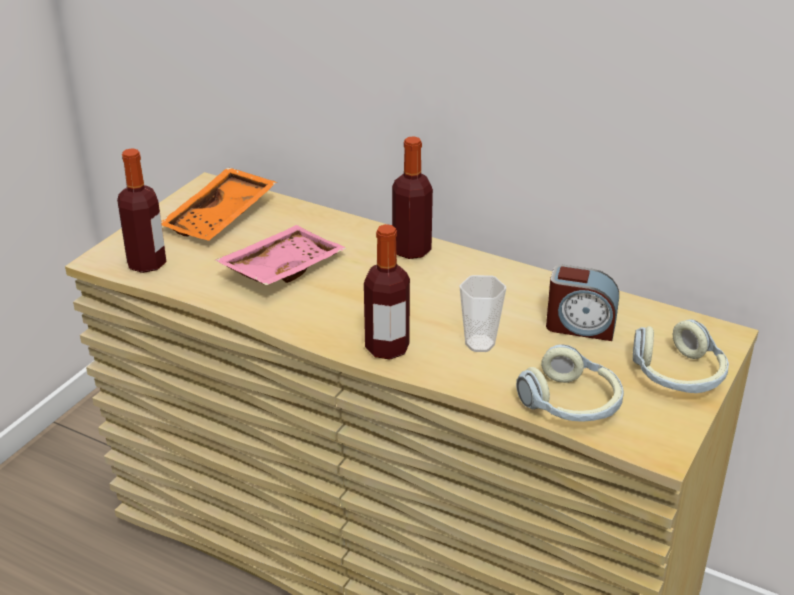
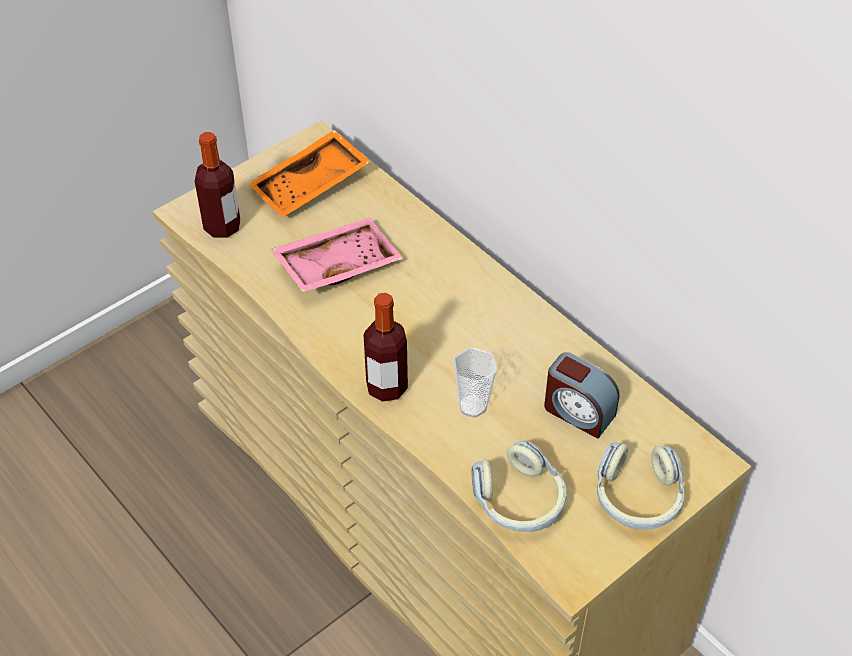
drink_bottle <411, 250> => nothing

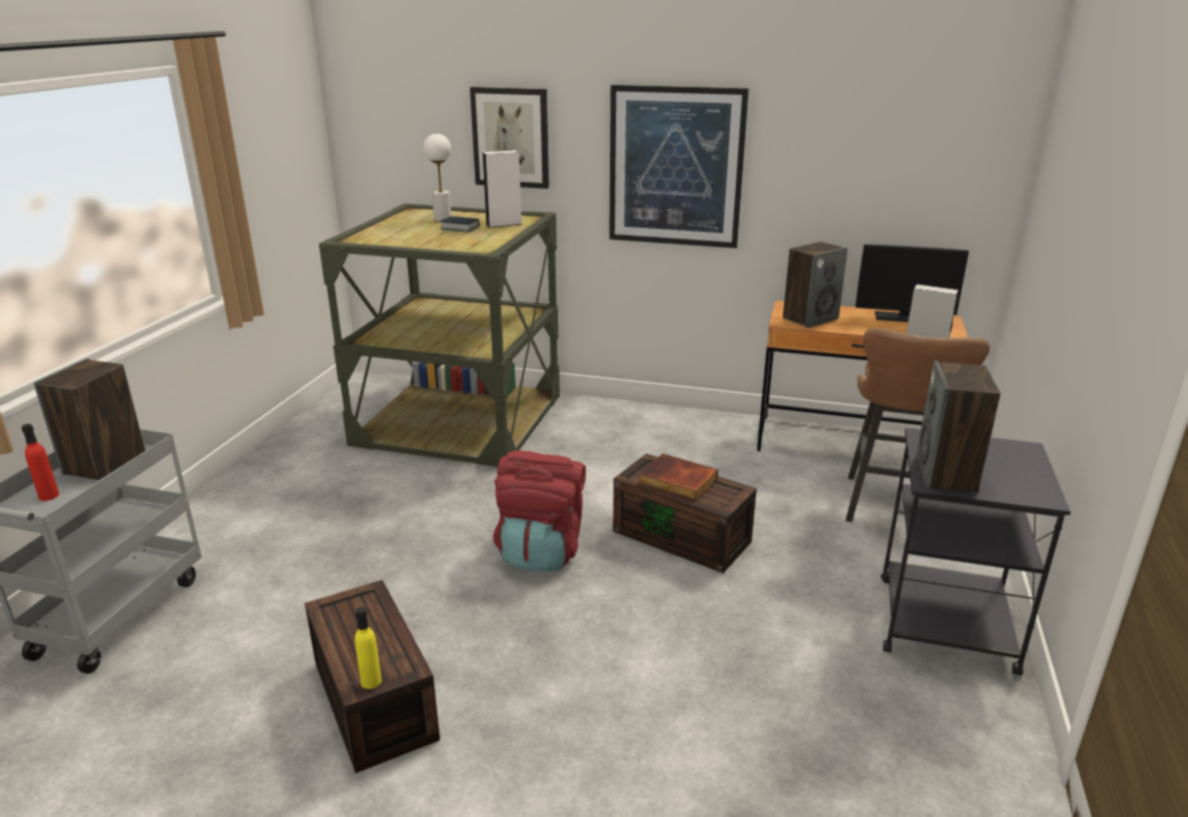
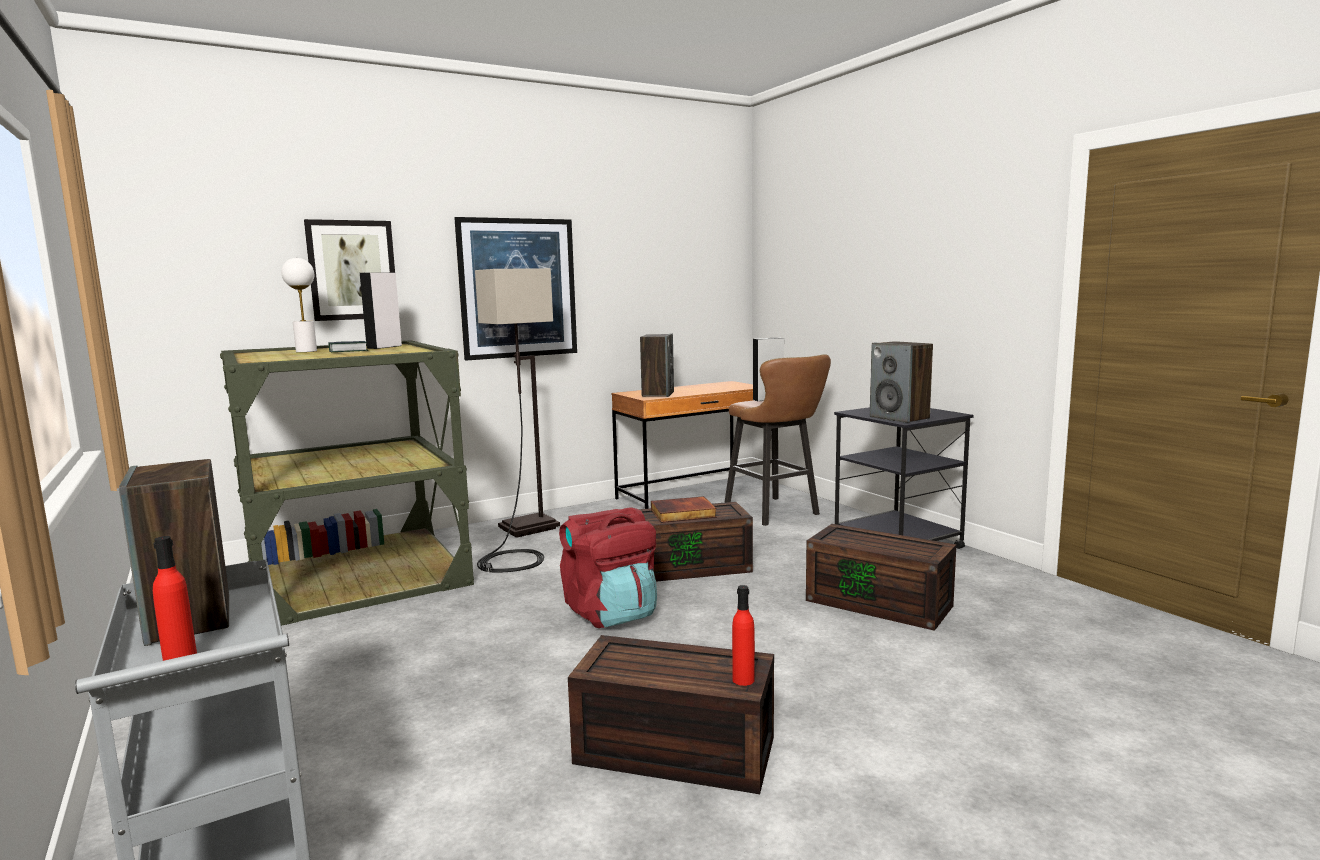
computer_screen <903, 317> => nothing
nothing => standard_lamp <518, 545>
nothing => brownish_storage_bin <881, 603>
yellow_drink_bottle <371, 681> => red_drink_bottle <743, 680>

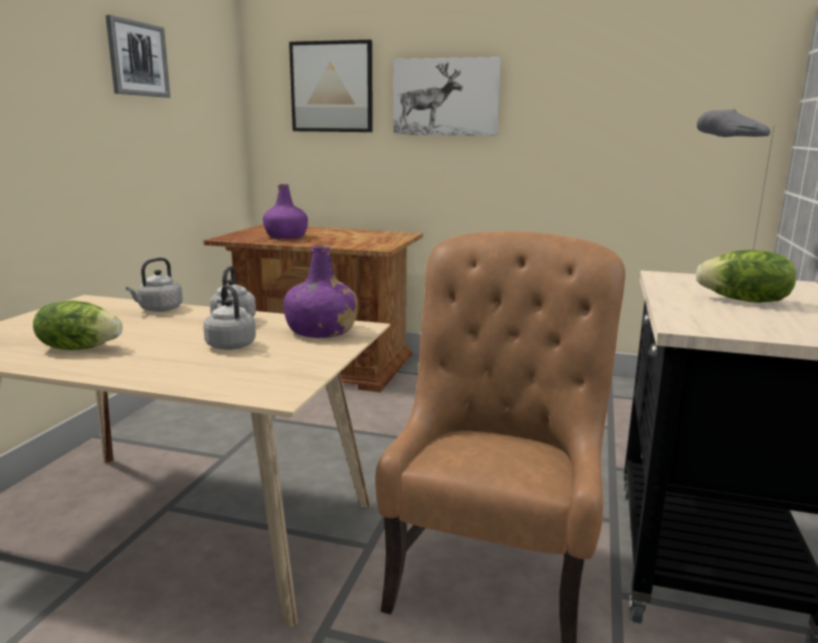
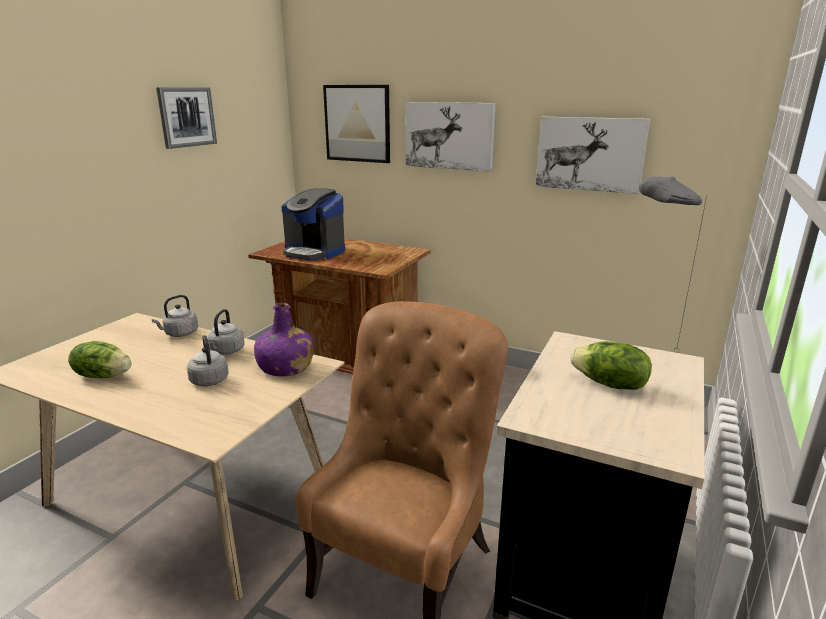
nothing => picture <590, 154>
purple_drink_bottle <286, 237> => coffee_maker <314, 252>

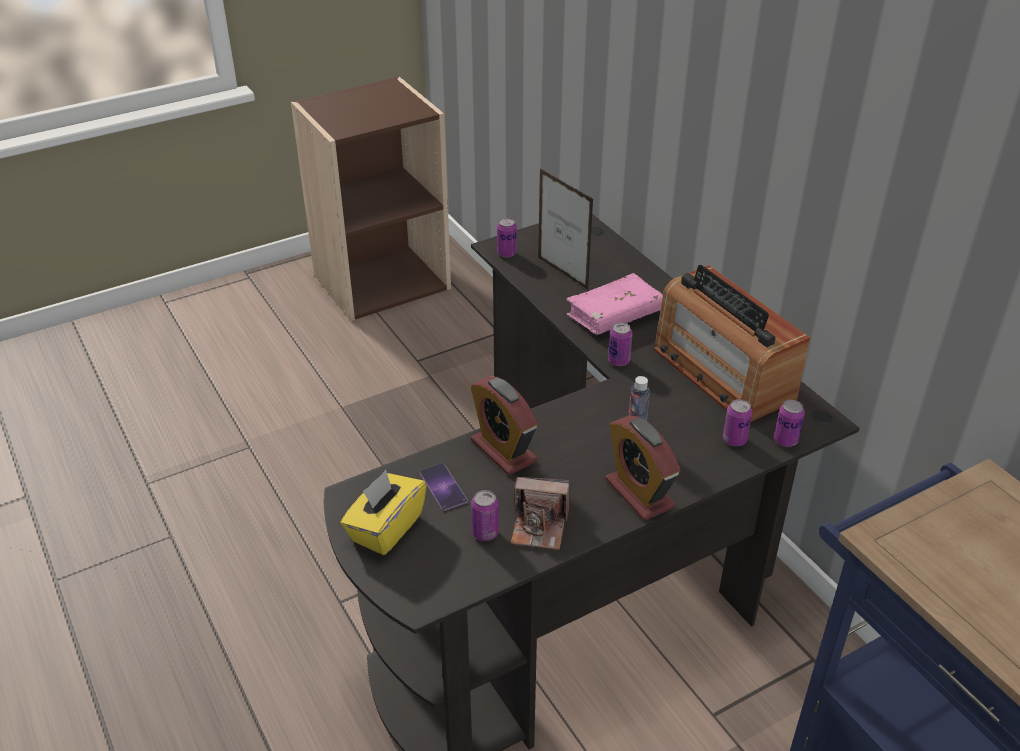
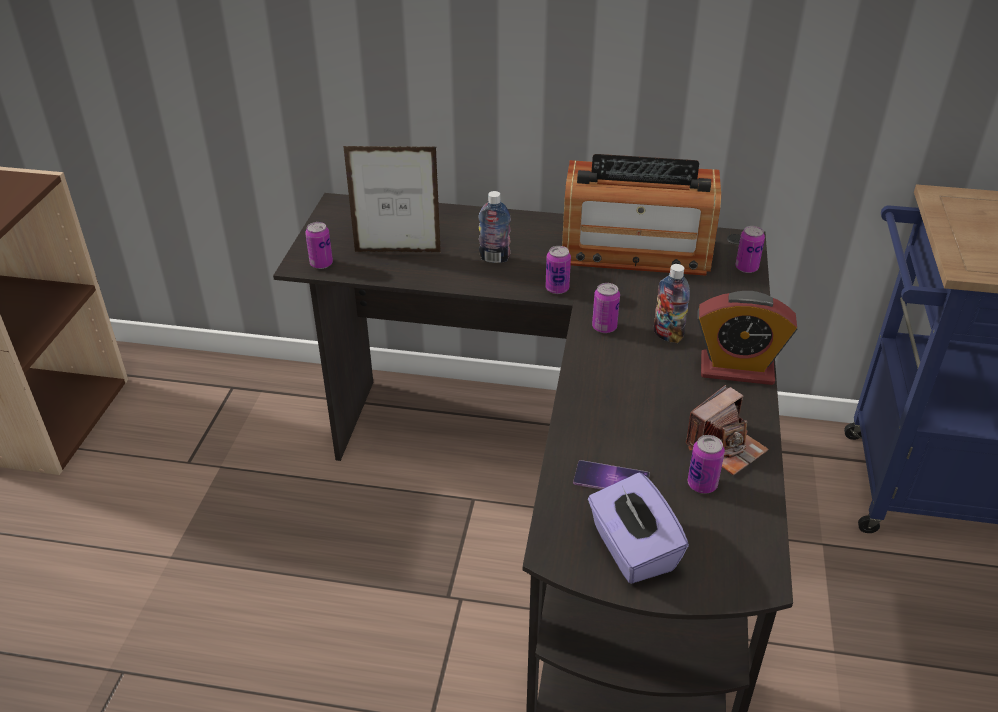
table_clock <503, 451> => nothing
can <734, 440> => can <604, 327>, relocated
pink_book <615, 315> => drink_bottle <494, 258>
yellow_tissue_box <385, 528> => purple_tissue_box <632, 549>

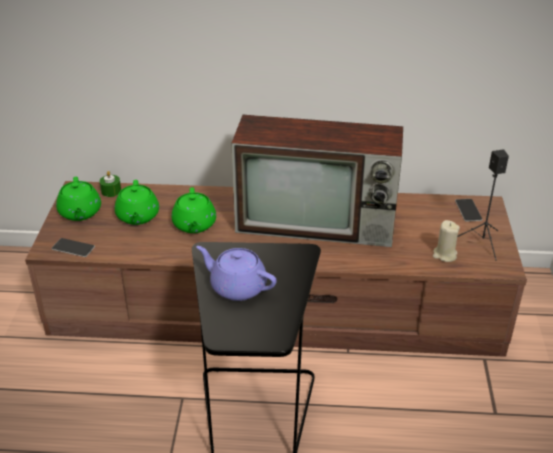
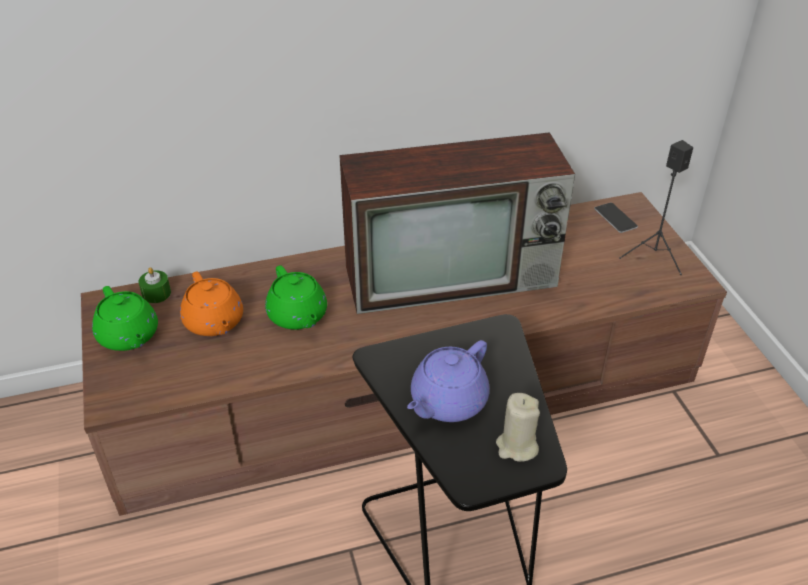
telephone <73, 248> => nothing
sand-coloured_wax_candle <444, 255> => sand-coloured_wax_candle <516, 446>, relocated
green_teapot <137, 216> => orange_teapot <214, 322>
purple_teapot <237, 287> => purple_teapot <447, 402>, 60 degrees counterclockwise

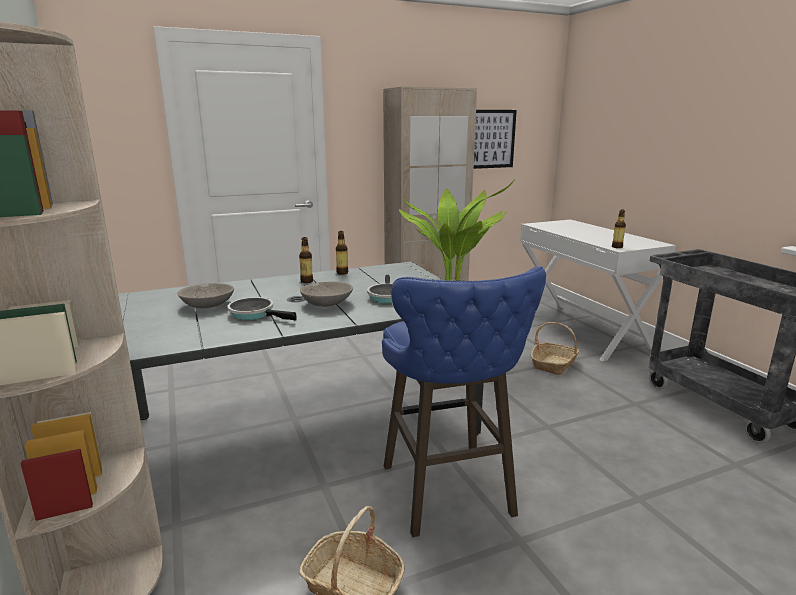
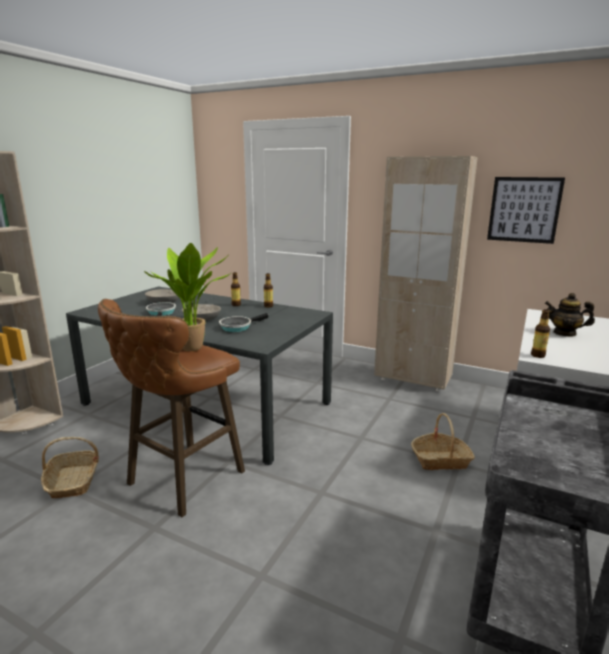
nothing => teapot <565, 333>
bluish_stool <449, 494> => brownish_stool <182, 480>

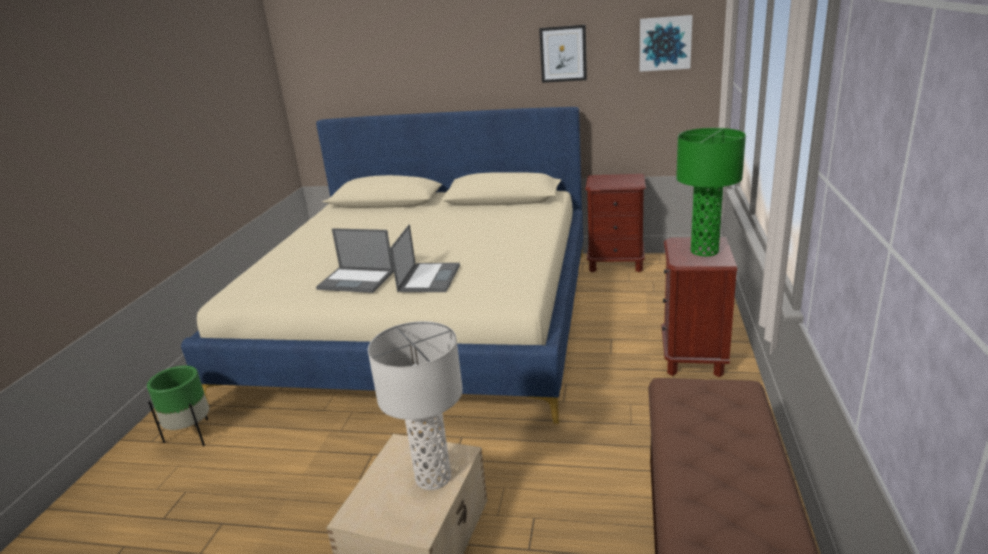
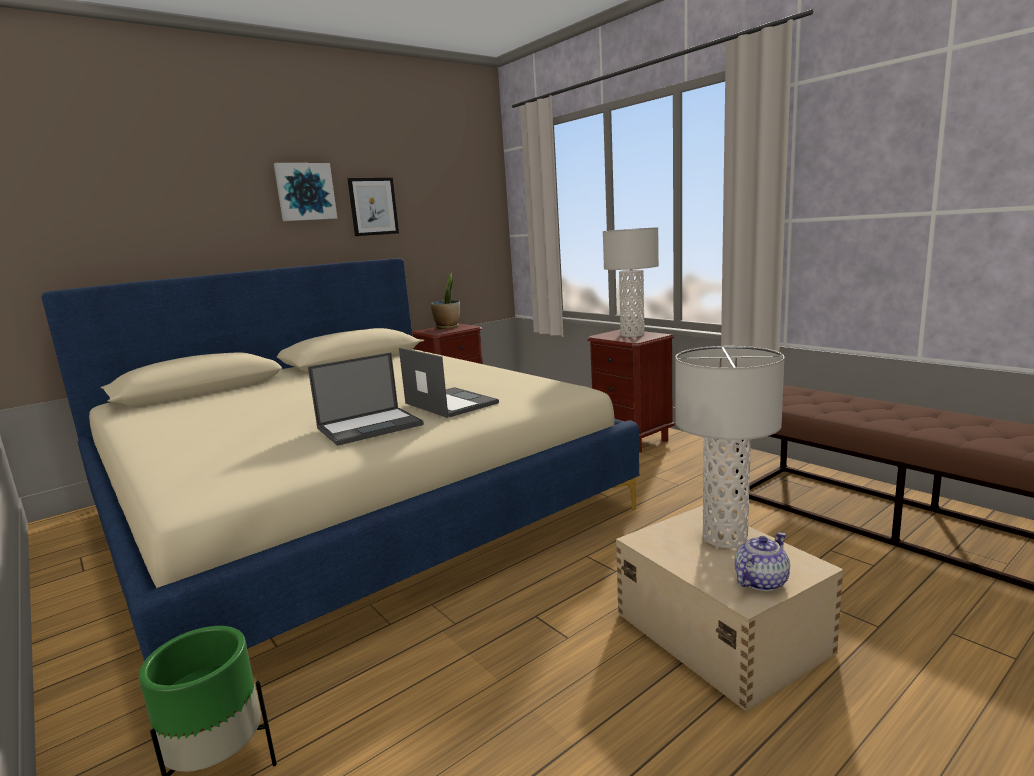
nothing => plant_in_a_pot <447, 327>
nothing => teapot <760, 581>
picture <665, 43> => picture <305, 192>, relocated
green_tabletop_lamp <704, 251> => white_tabletop_lamp <632, 334>

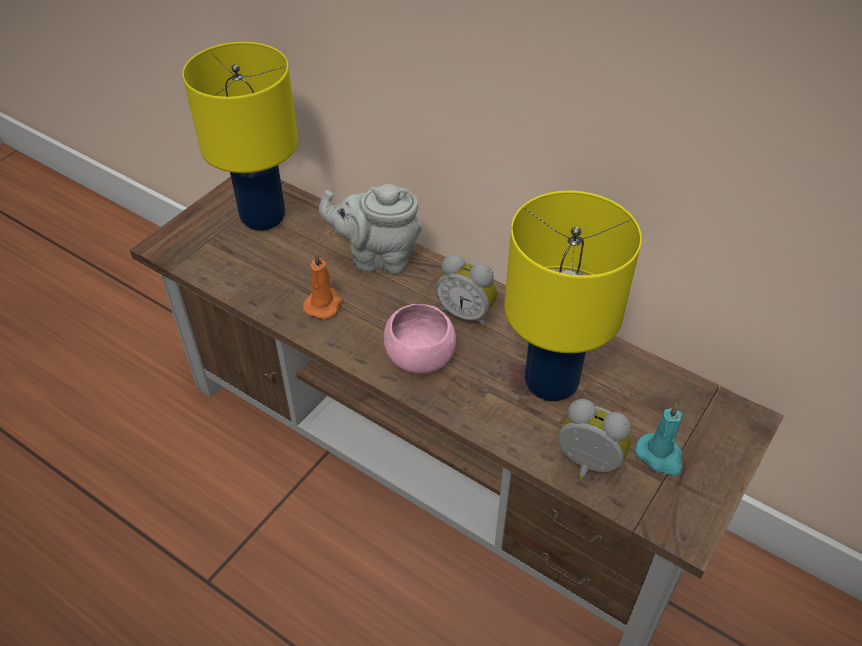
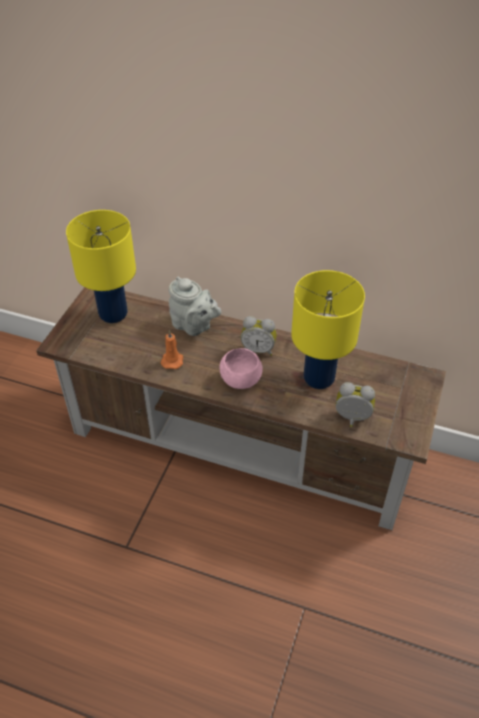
turquoise_wax_candle <660, 456> => nothing
gray_teapot <378, 258> => gray_teapot <194, 326>, 135 degrees counterclockwise

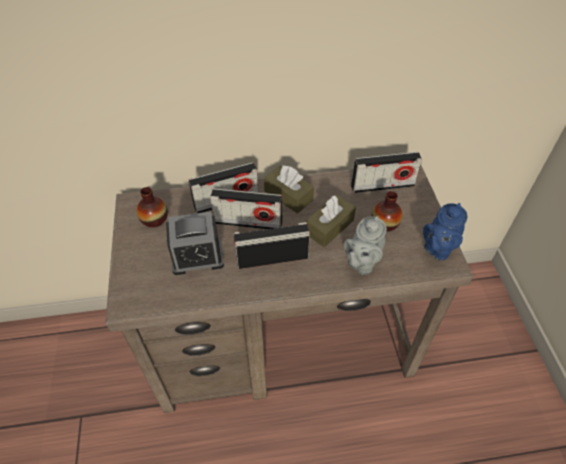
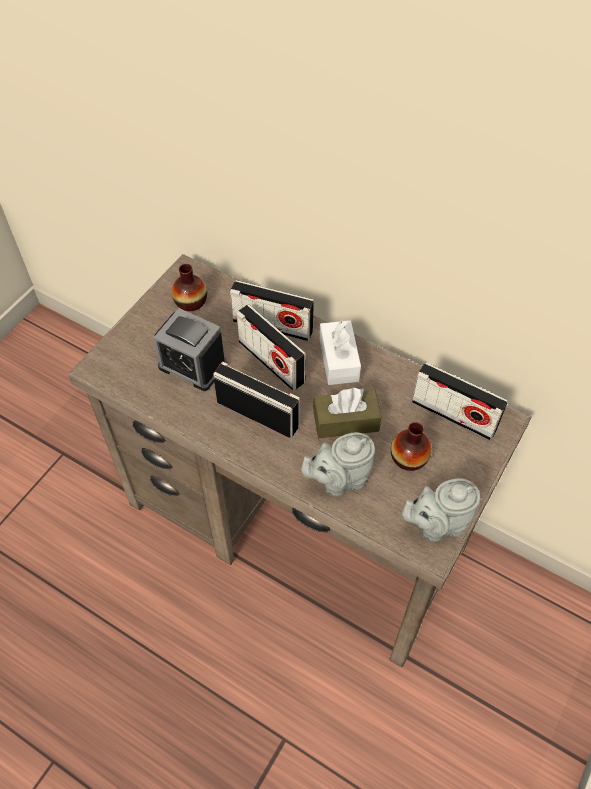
brownish_tissue_box <288, 196> => white_tissue_box <339, 360>
bluish_teapot <437, 248> => gray_teapot <437, 524>

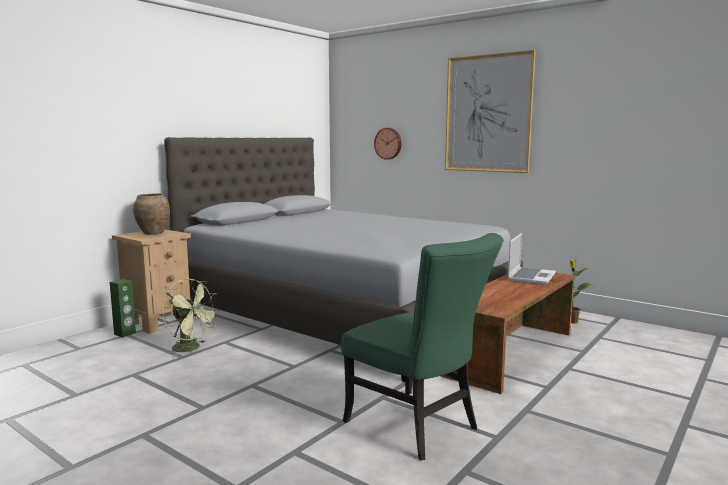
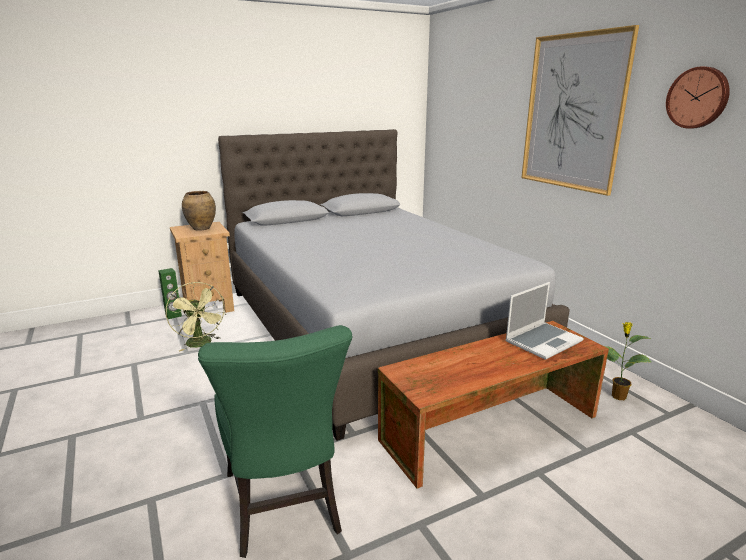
wall_clock <388, 143> => wall_clock <698, 98>, relocated

